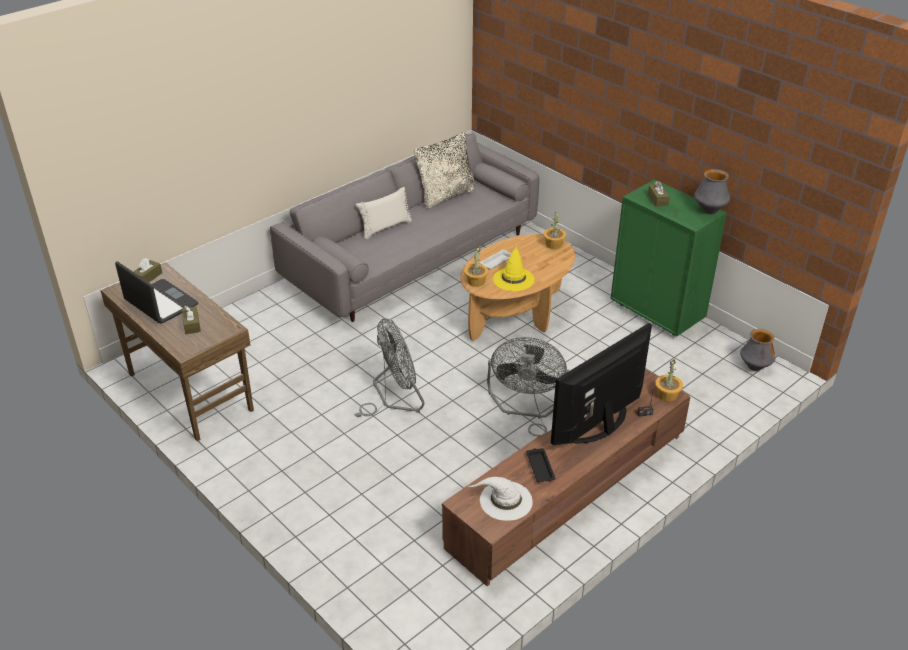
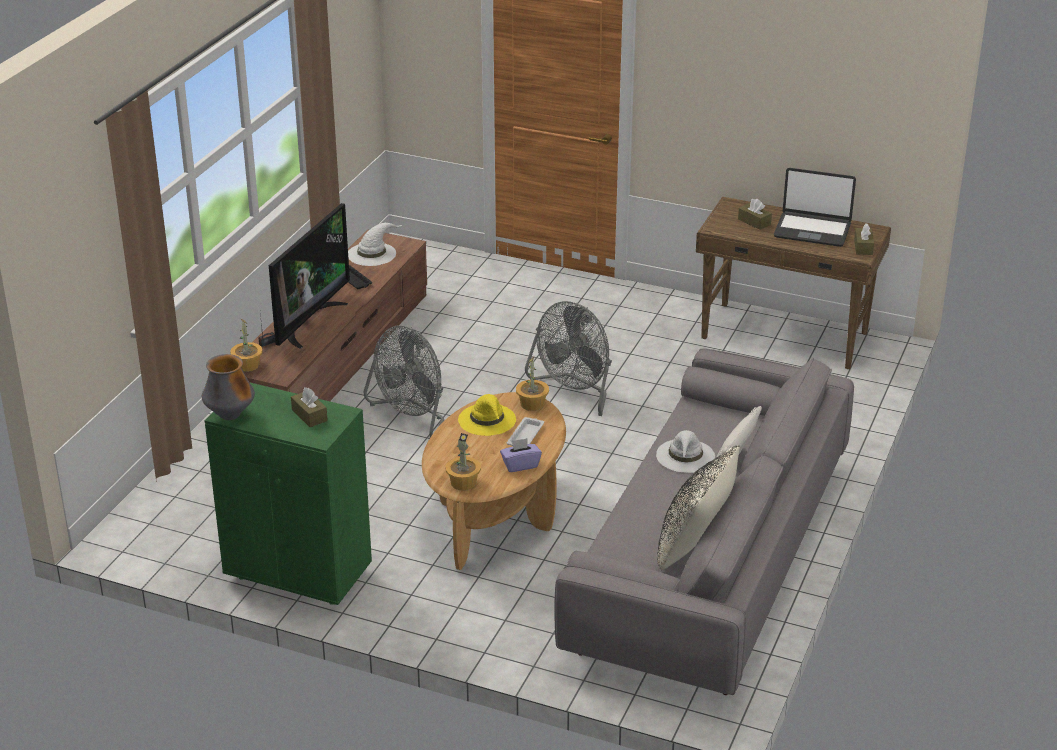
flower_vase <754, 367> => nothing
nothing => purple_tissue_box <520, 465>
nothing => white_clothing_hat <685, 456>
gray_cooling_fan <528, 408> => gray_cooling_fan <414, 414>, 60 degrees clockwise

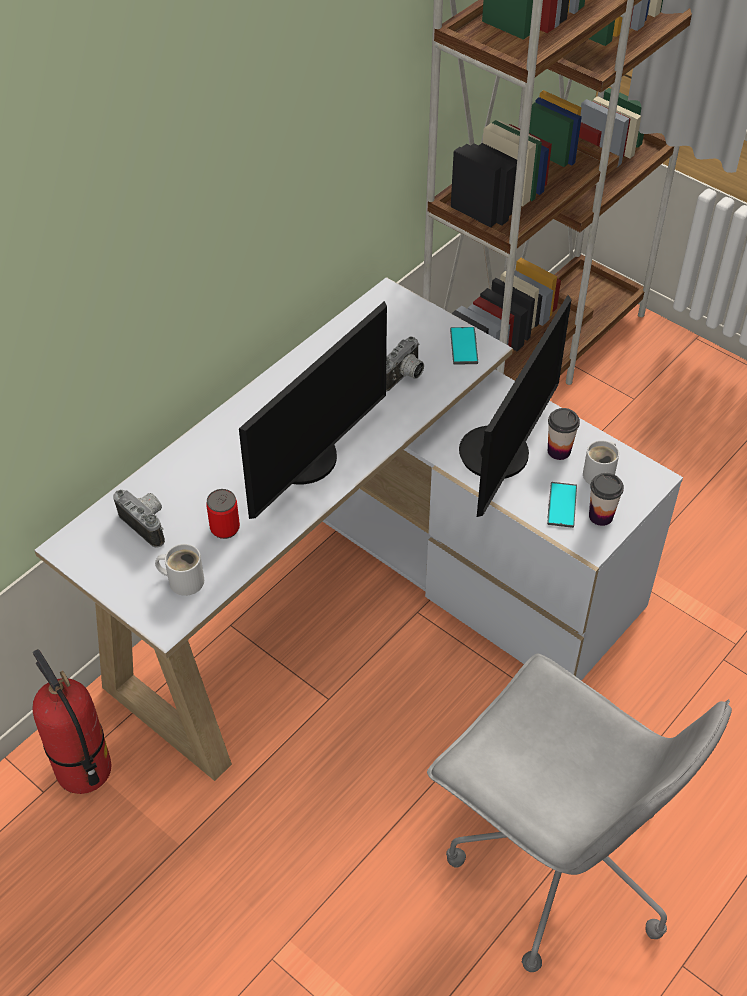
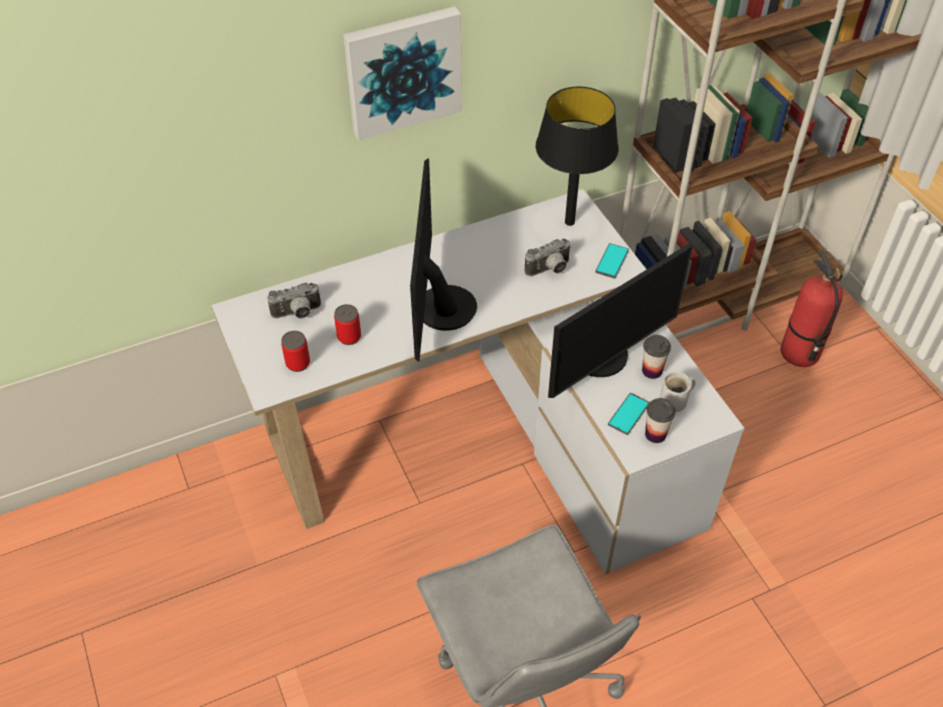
nothing => picture <402, 71>
nothing => blackish_tabletop_lamp <569, 222>
fire_extinguisher <83, 770> => fire_extinguisher <799, 353>, relocated
white_coffee_mug <183, 579> => can <298, 363>
photo_camera <147, 523> => photo_camera <297, 314>, 90 degrees clockwise
computer_screen <308, 461> => computer_screen <439, 308>, 120 degrees clockwise

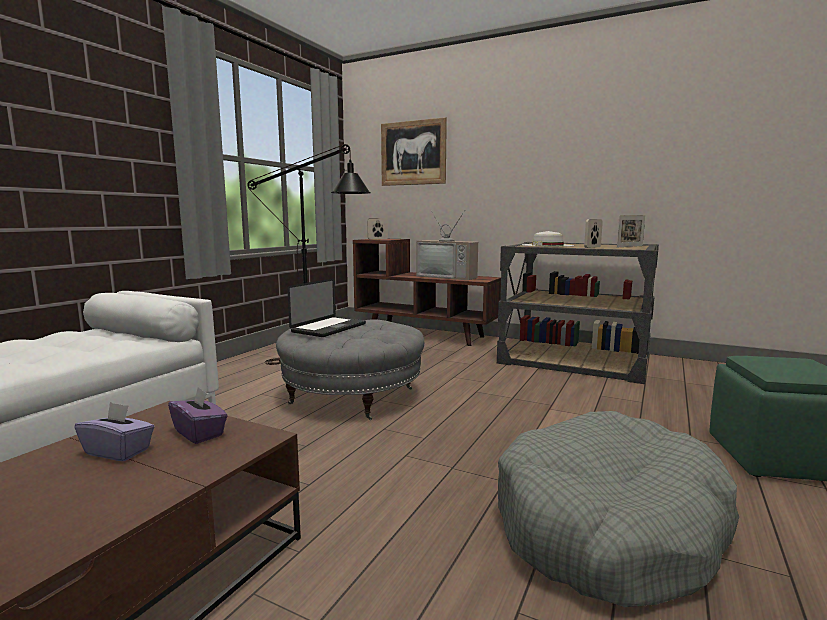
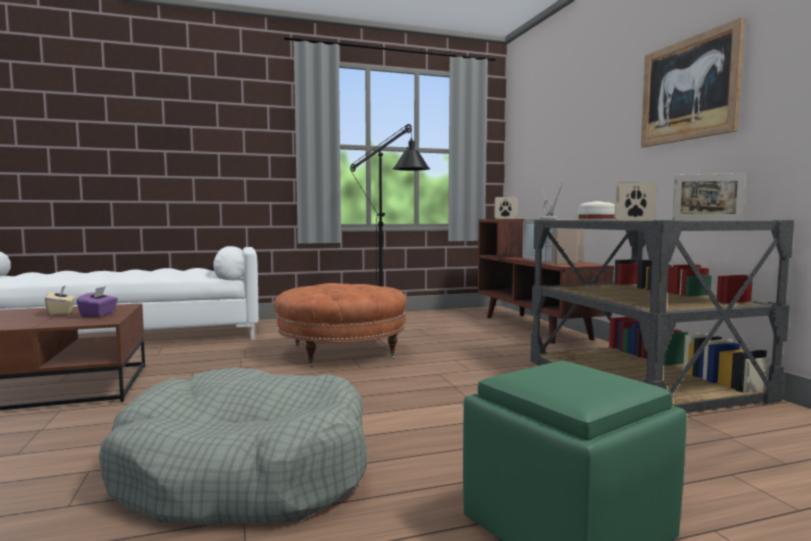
notebook_computer <329, 328> => nothing
picture <413, 153> => picture <688, 90>, relocated
purple_tissue_box <118, 451> => sand-coloured_tissue_box <61, 313>
gray_footrest <352, 397> => brownish_footrest <342, 352>

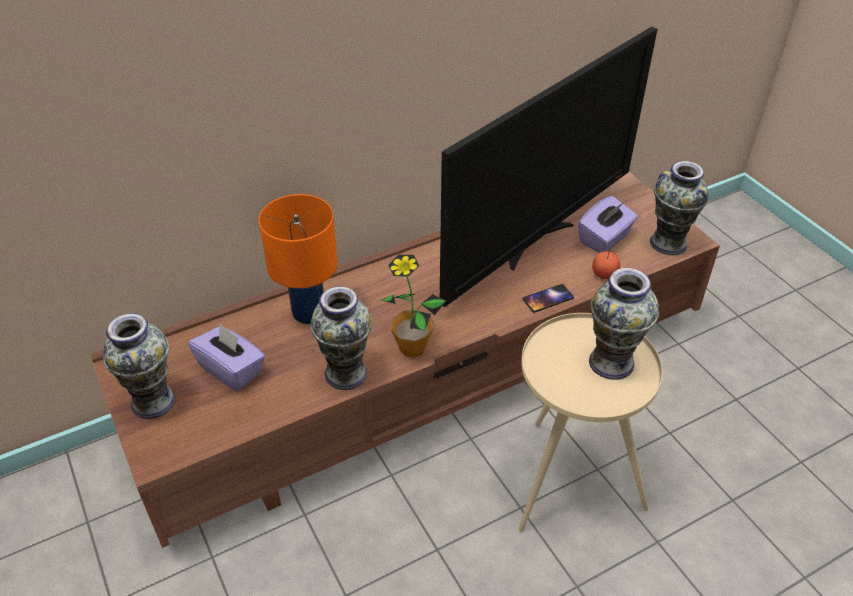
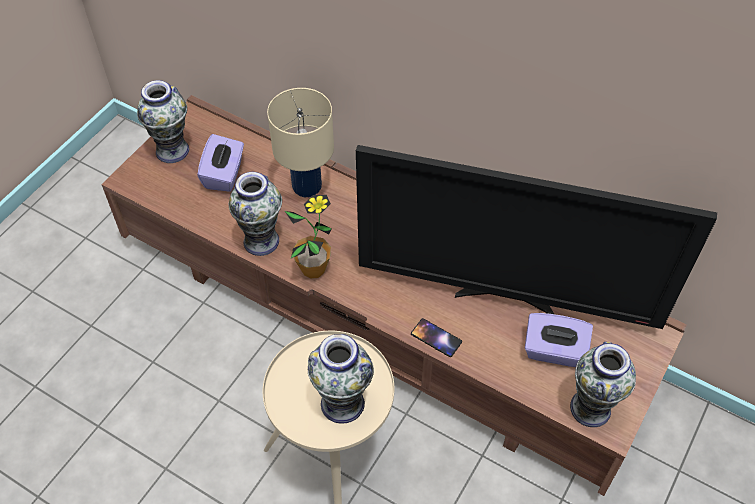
apple <604, 274> => nothing
orange_tabletop_lamp <311, 314> => sand-coloured_tabletop_lamp <308, 189>

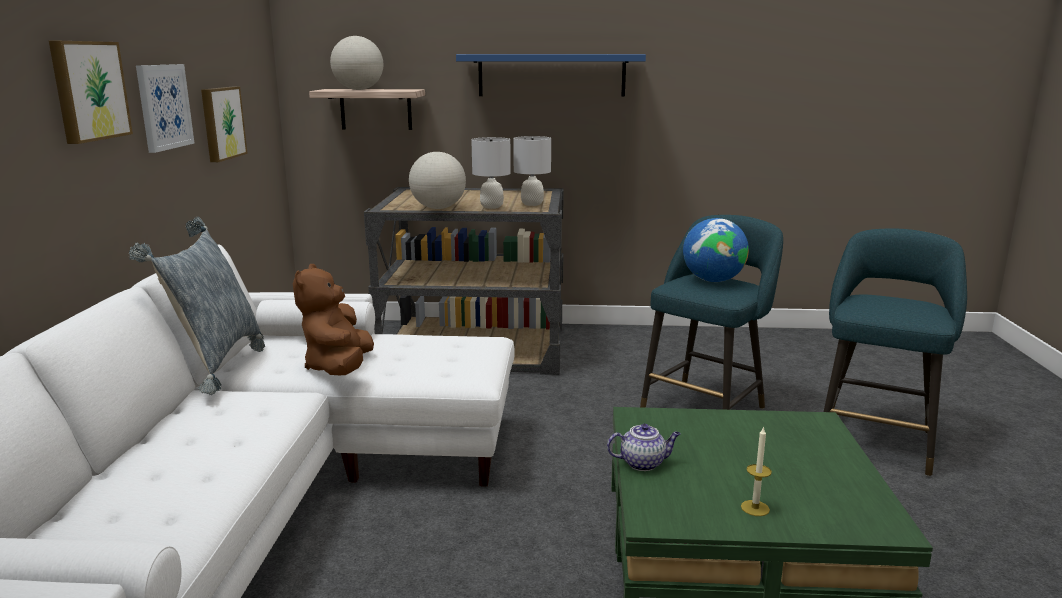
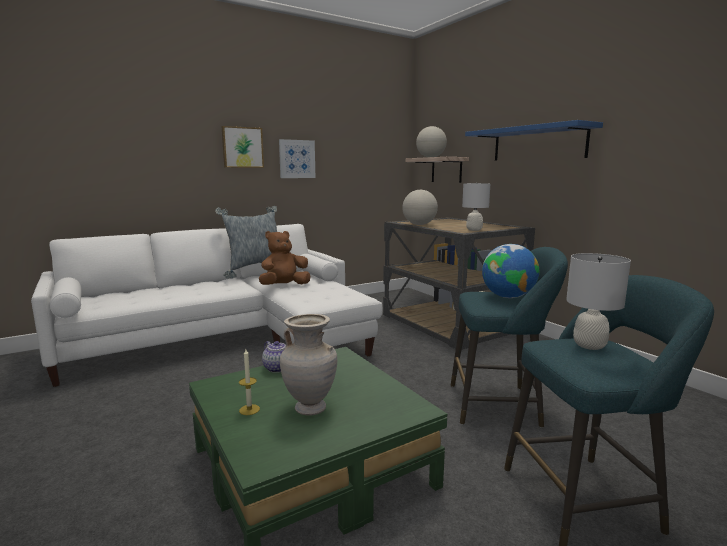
picture <221, 123> => nothing
nothing => sand-coloured_flower_vase <310, 408>
gray_tabletop_lamp <492, 207> => gray_tabletop_lamp <590, 347>, relocated

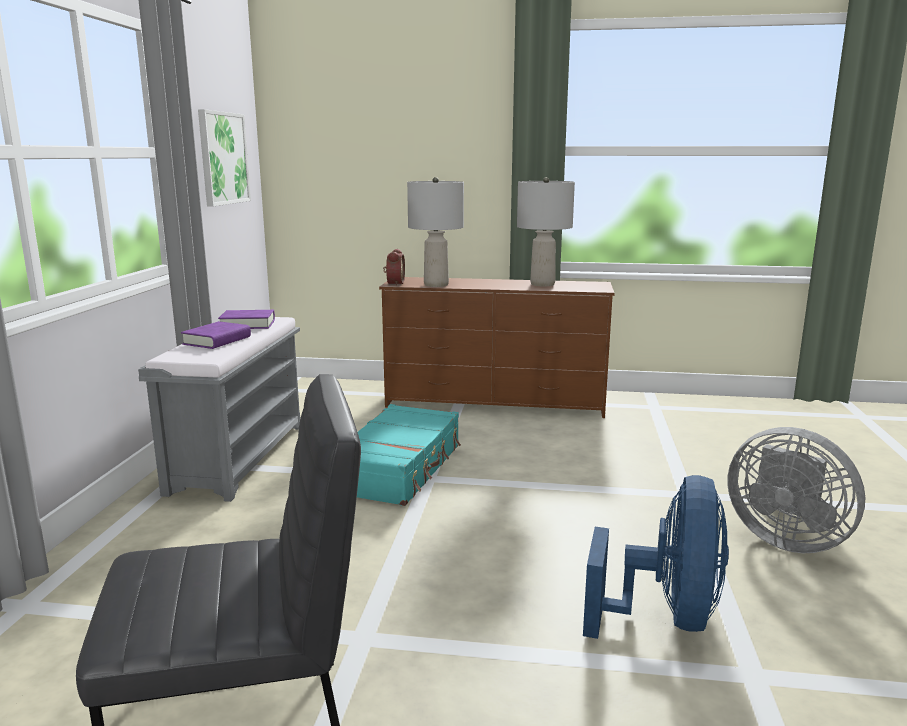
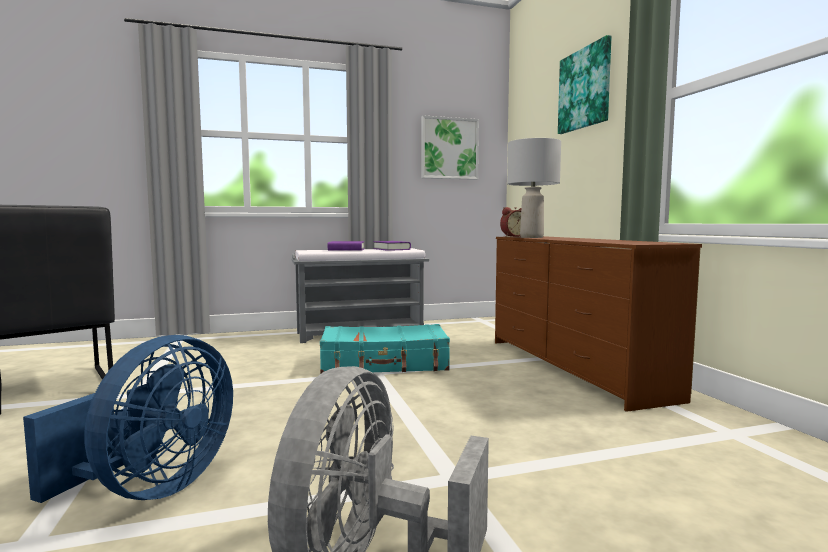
gray_tabletop_lamp <542, 284> => nothing
nothing => picture <585, 88>
bluish_cooling_fan <666, 617> => bluish_cooling_fan <152, 488>, 60 degrees counterclockwise

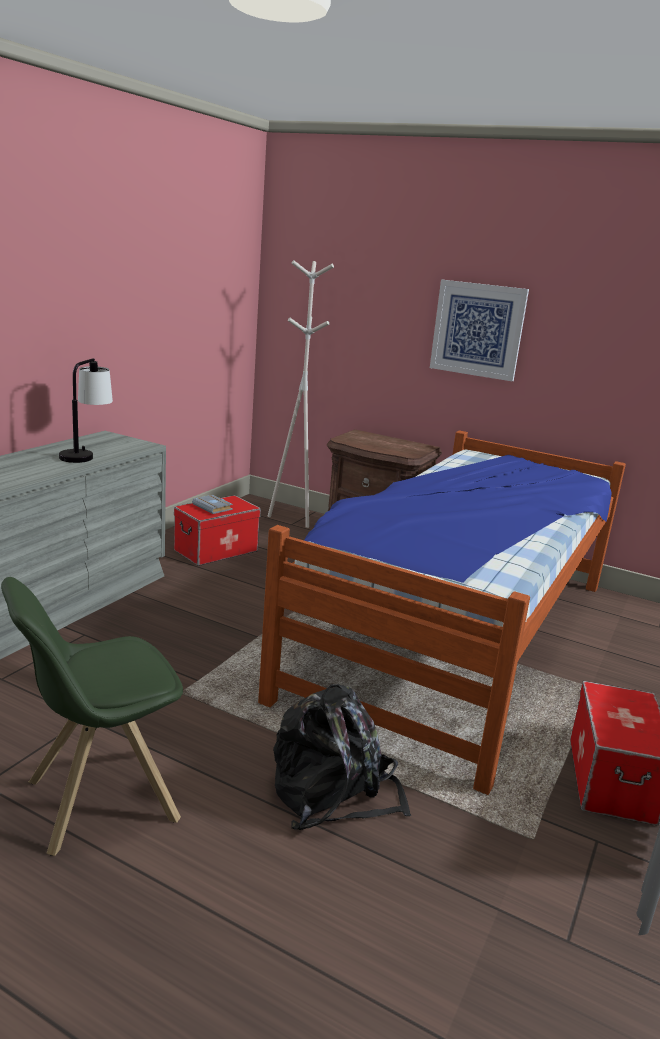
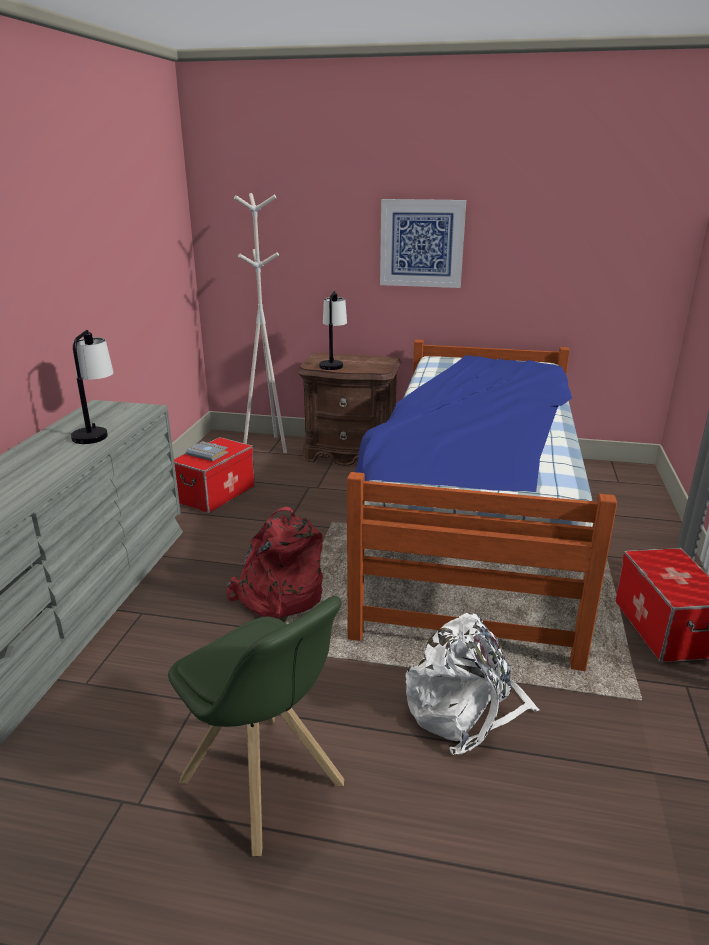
nothing => red_knapsack <278, 595>
nothing => tabletop_lamp <332, 363>
blackish_knapsack <334, 794> => white_knapsack <465, 709>
green_upright_chair <101, 799> => green_upright_chair <264, 782>, 90 degrees counterclockwise

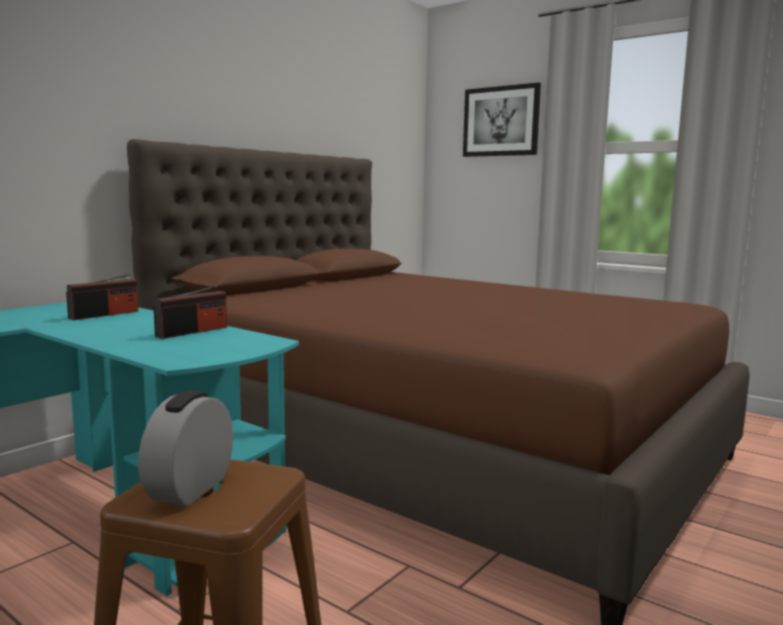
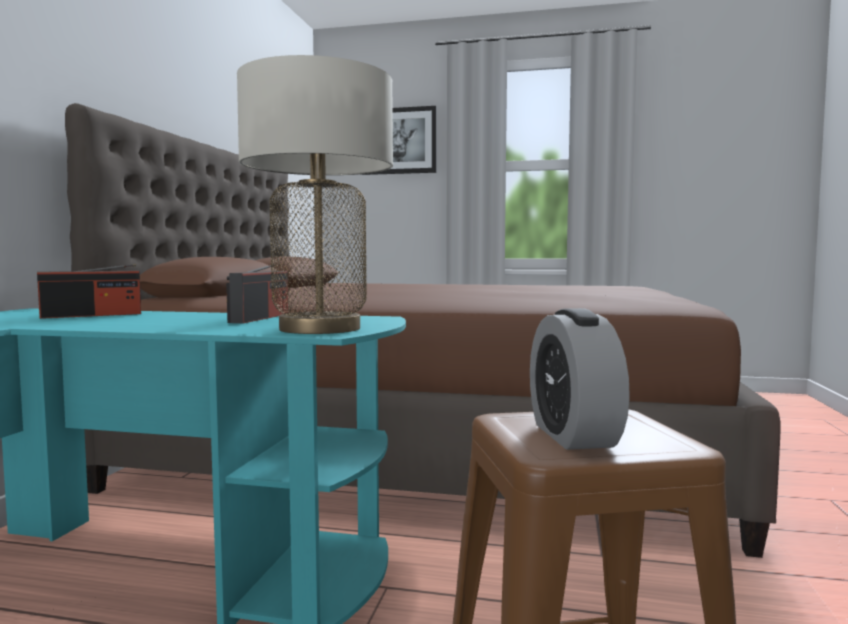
nothing => tabletop_lamp <320, 329>
radio_set <104, 315> => radio_set <92, 315>, 45 degrees clockwise

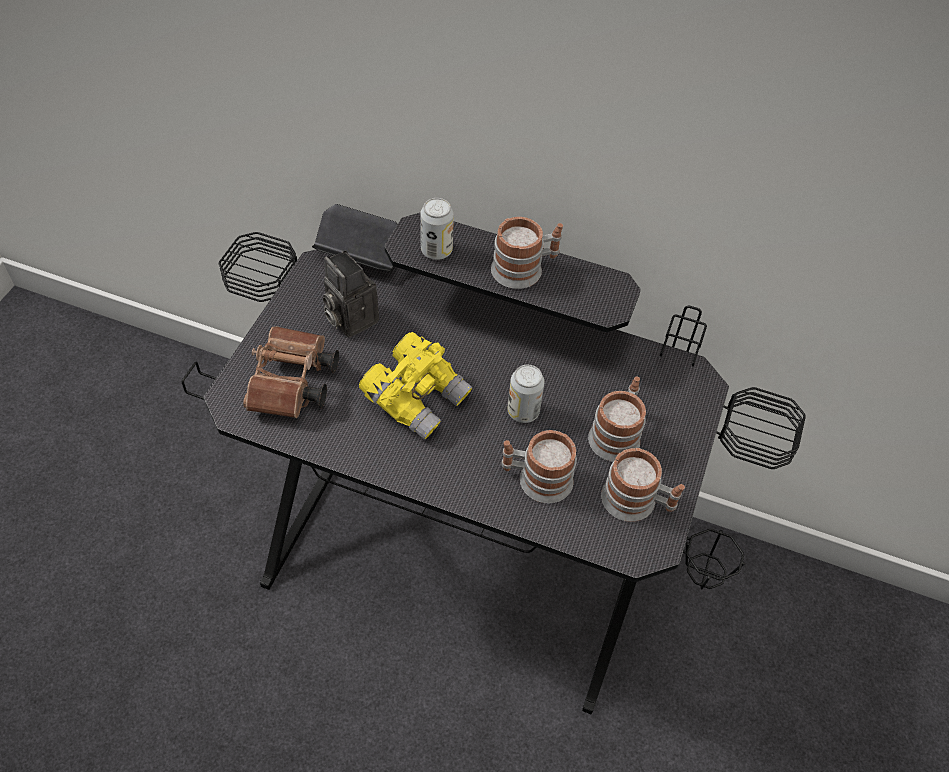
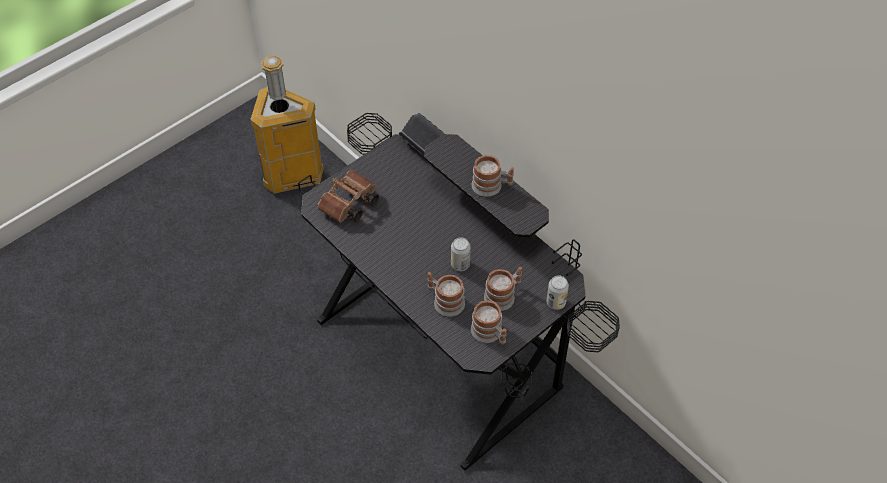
photo_camera <349, 318> => nothing
yellow_field_glasses <416, 398> => nothing
nothing => trash_can <293, 175>
can <436, 250> => can <556, 302>, relocated

